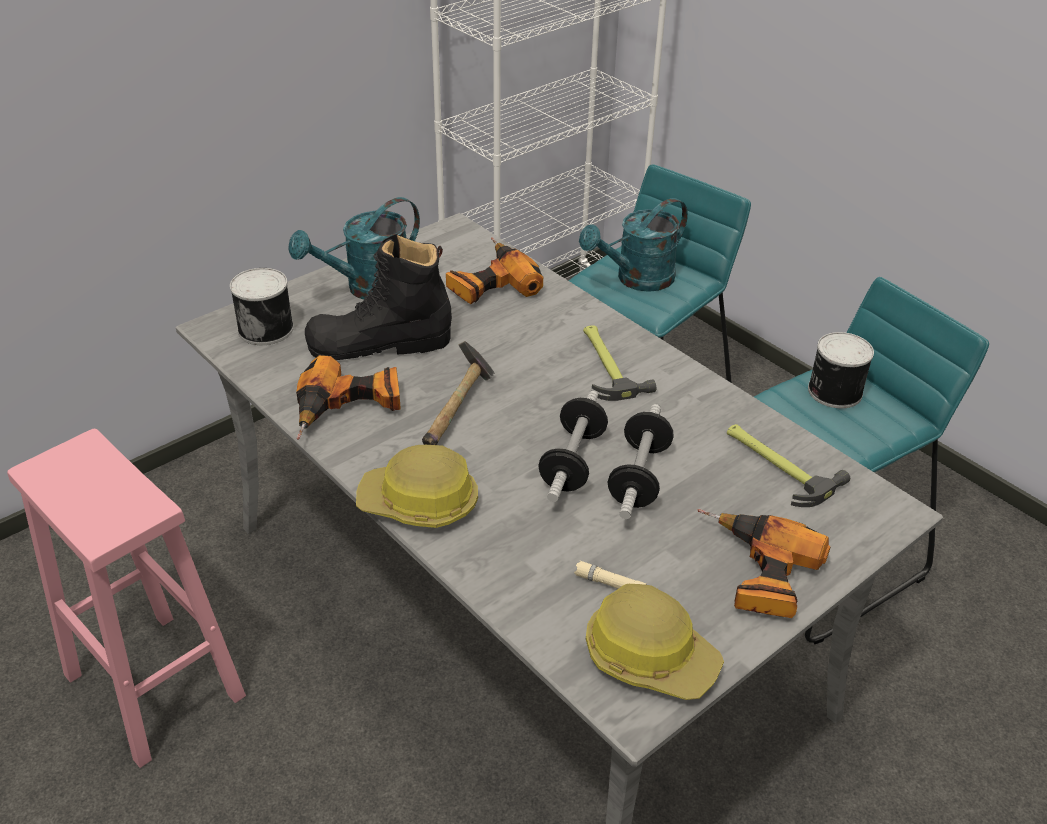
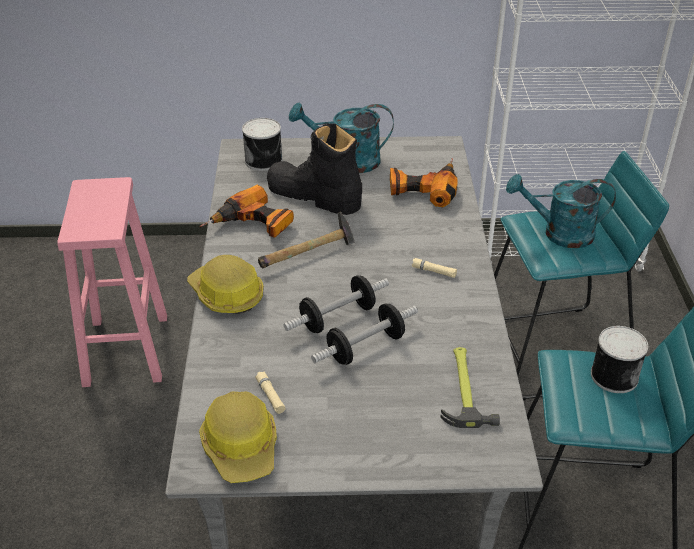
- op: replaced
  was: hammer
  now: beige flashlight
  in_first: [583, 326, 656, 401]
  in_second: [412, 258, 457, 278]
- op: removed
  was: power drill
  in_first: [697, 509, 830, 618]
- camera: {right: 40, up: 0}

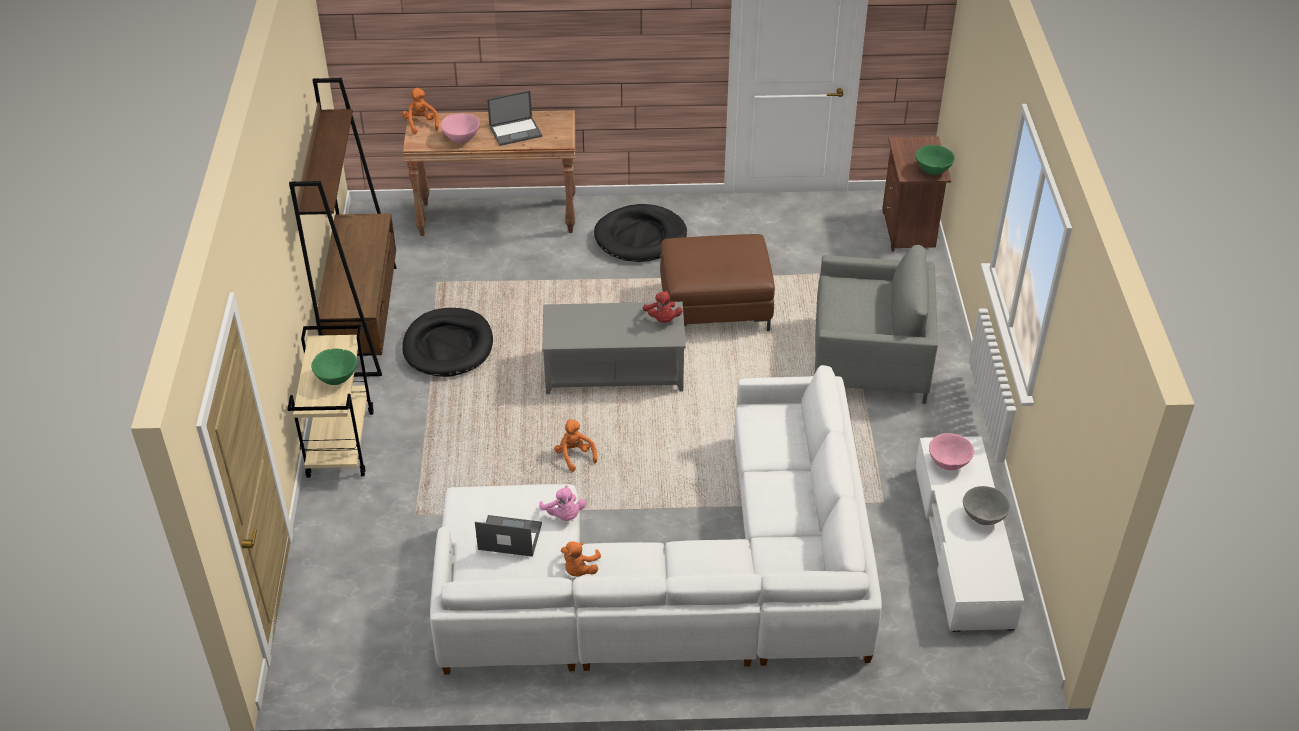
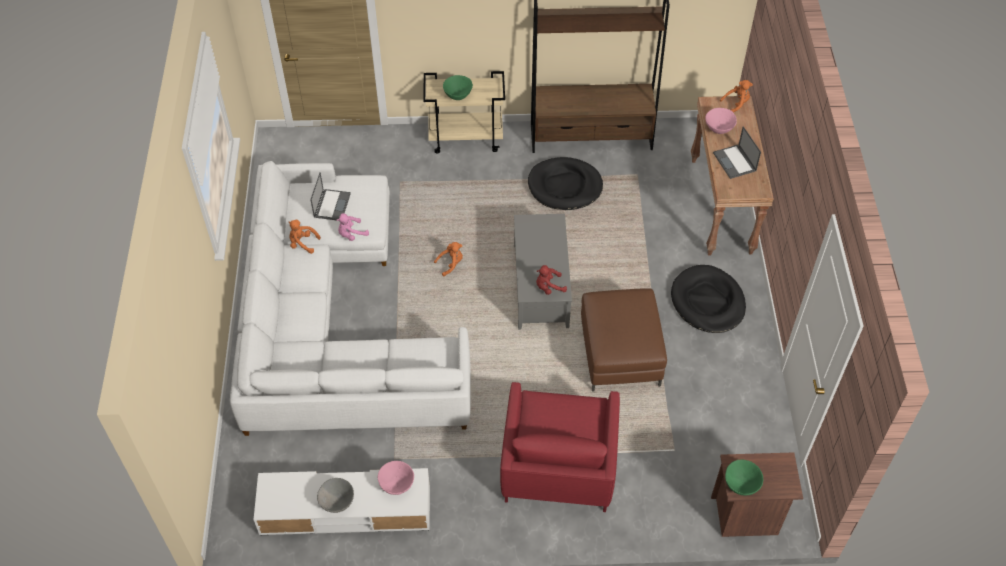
- op: recoloured
  was: grey armchair
  now: red armchair
  in_first: [815, 245, 938, 404]
  in_second: [500, 382, 620, 512]
- camera: {right: 90, up: 10}

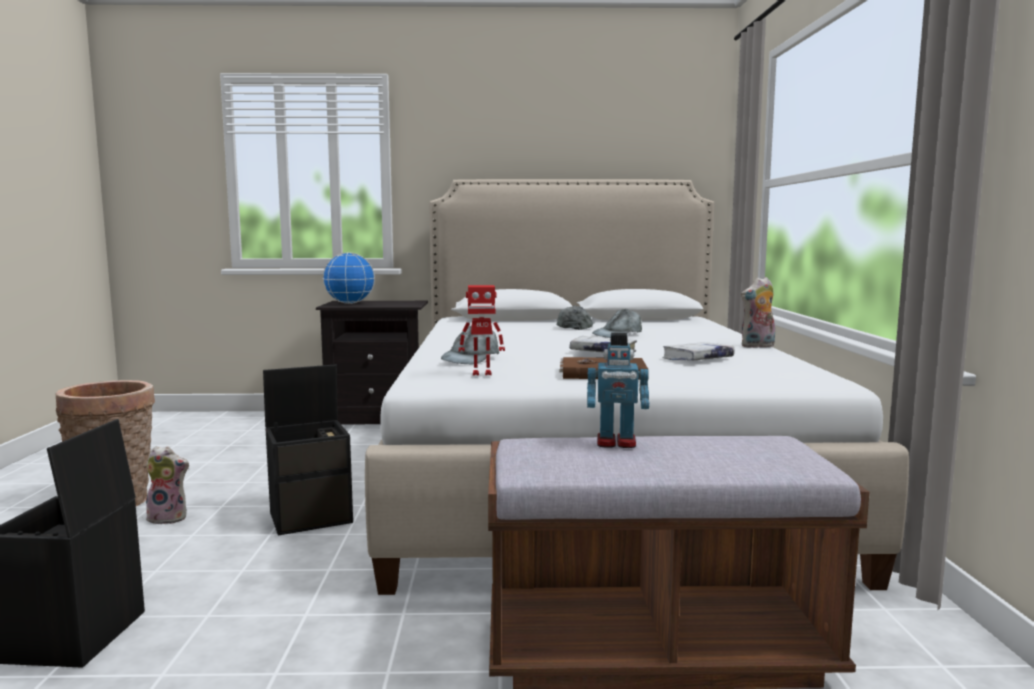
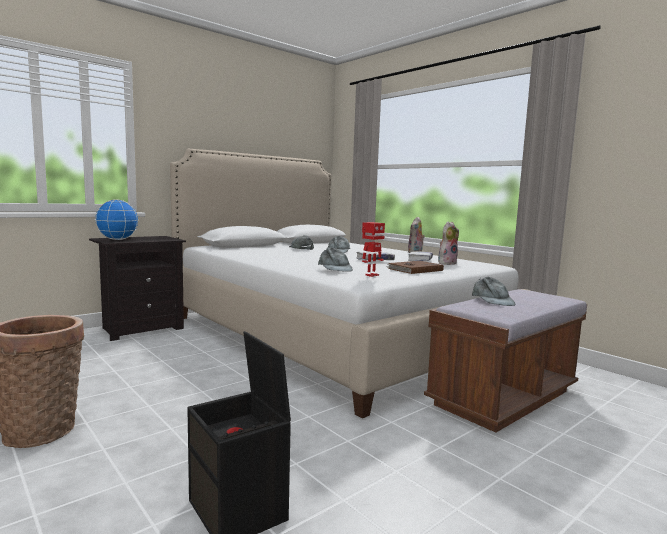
- op: moved
  was: plush toy
  in_first: [144, 446, 189, 525]
  in_second: [438, 222, 459, 265]
- op: replaced
  was: toy robot
  now: grey cap
  in_first: [587, 333, 650, 448]
  in_second: [472, 277, 516, 306]
- op: removed
  was: black storage box
  in_first: [263, 364, 353, 535]
- camera: {right: -40, up: 0}

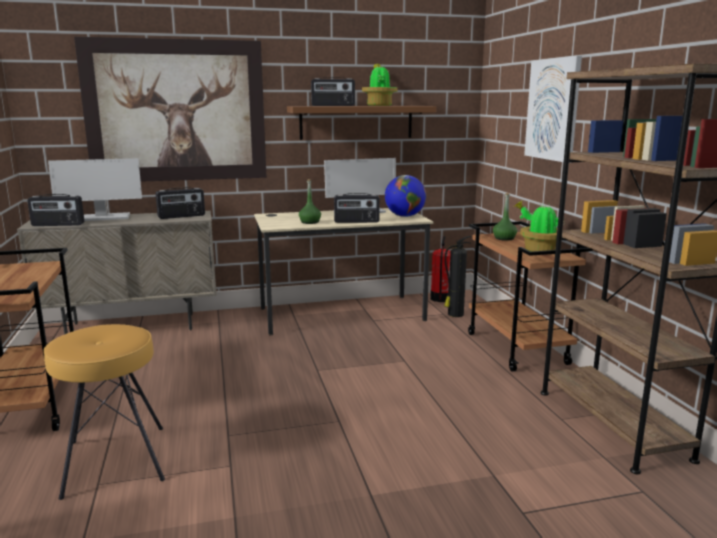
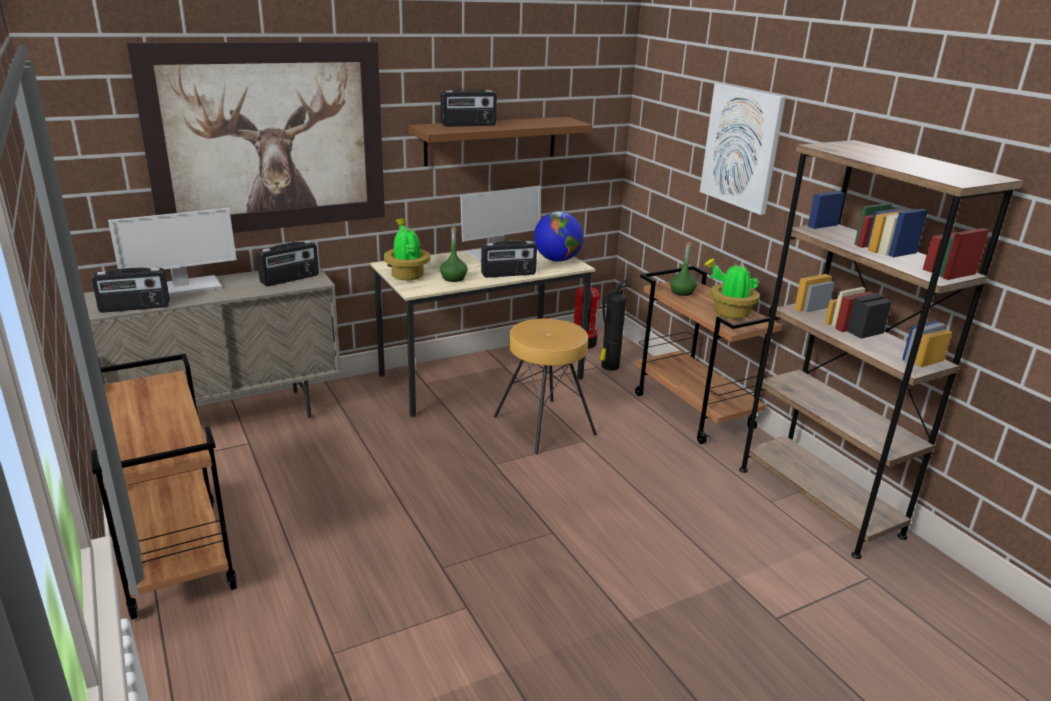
- op: moved
  was: potted plant
  in_first: [362, 64, 398, 106]
  in_second: [384, 218, 430, 280]
- op: moved
  was: brown stool
  in_first: [44, 324, 165, 500]
  in_second: [494, 318, 597, 454]
- camera: {right: -15, up: 10}

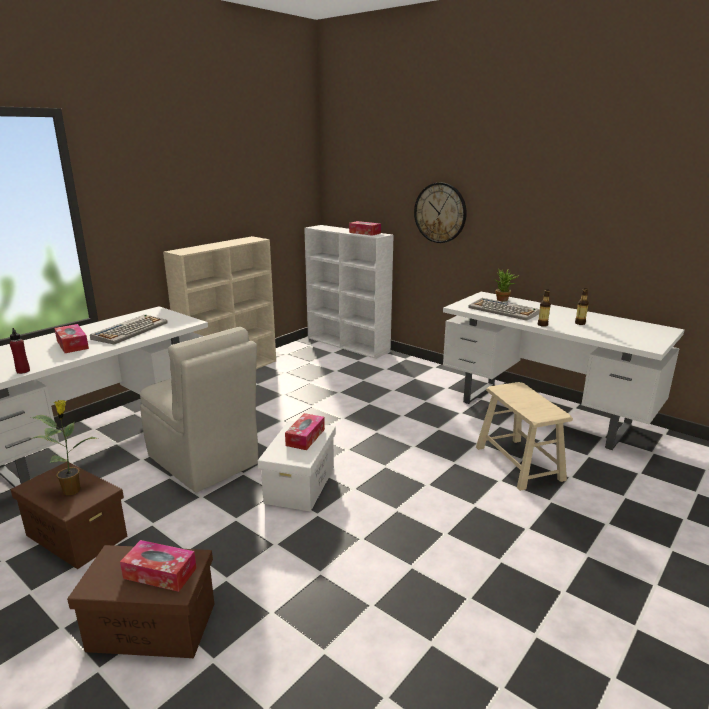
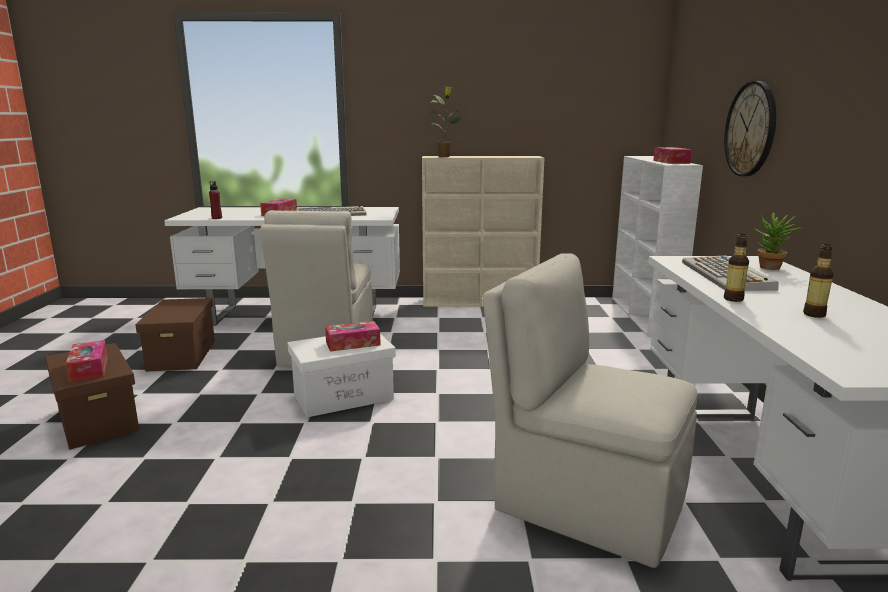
- op: moved
  was: potted plant
  in_first: [29, 400, 96, 495]
  in_second: [430, 86, 464, 157]
- op: replaced
  was: beige stool
  now: beige chair
  in_first: [476, 382, 573, 491]
  in_second: [483, 253, 698, 568]
- camera: {right: 50, up: -5}

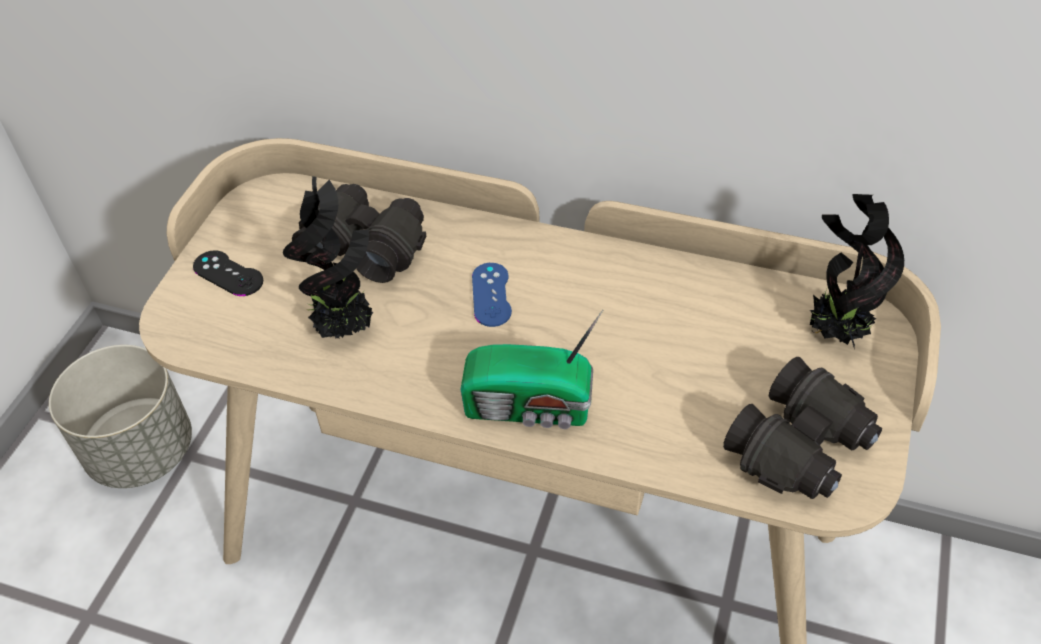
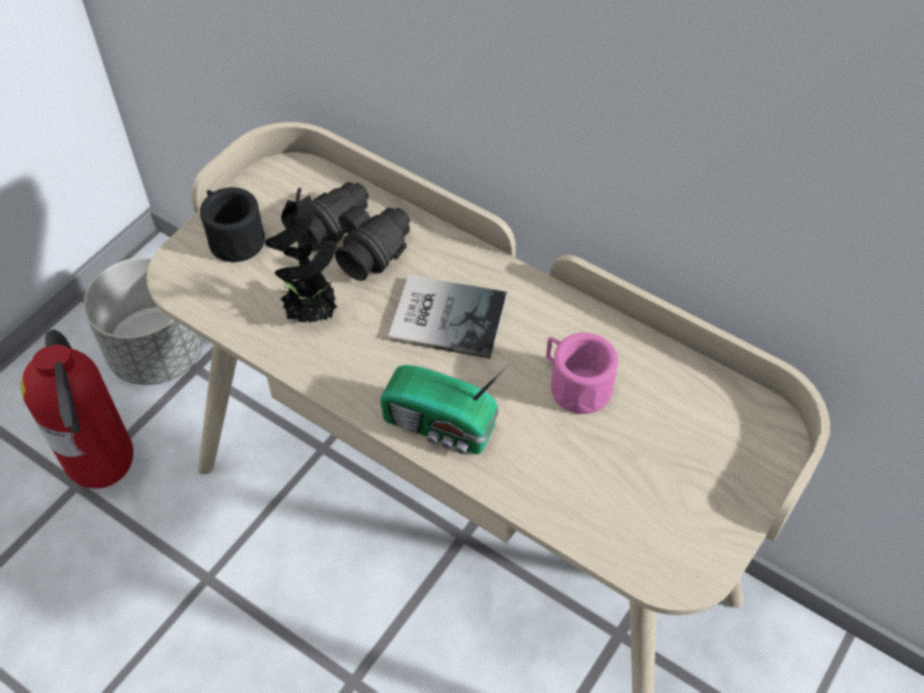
- op: added
  now: fire extinguisher
  in_second: [21, 330, 133, 489]
- op: replaced
  was: black game controller
  now: black mug
  in_first: [193, 250, 263, 296]
  in_second: [200, 187, 265, 262]
- op: replaced
  was: blue game controller
  now: book
  in_first: [472, 263, 512, 327]
  in_second: [388, 275, 507, 359]
- op: added
  now: pink mug
  in_second: [546, 333, 618, 414]
- op: removed
  was: black binoculars
  in_first: [723, 357, 882, 499]
- op: removed
  was: potted plant
  in_first: [810, 194, 904, 348]
- camera: {right: 15, up: 5}

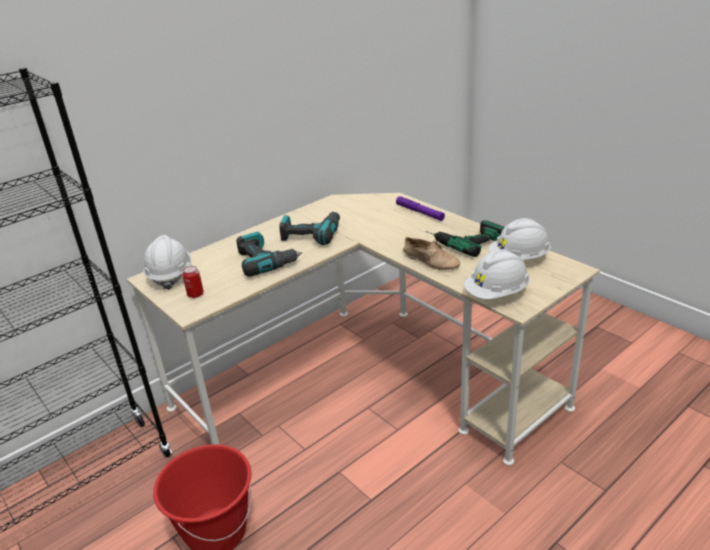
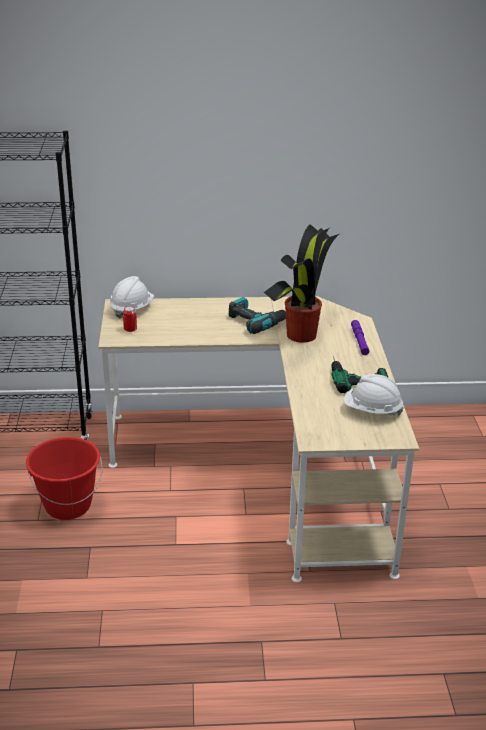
- op: added
  now: potted plant
  in_second: [264, 224, 339, 343]
- op: removed
  was: power drill
  in_first: [237, 232, 302, 277]
- op: removed
  was: beige shoe
  in_first: [403, 236, 460, 270]
- op: removed
  was: white hard hat
  in_first: [464, 249, 530, 299]
- camera: {right: 35, up: 0}

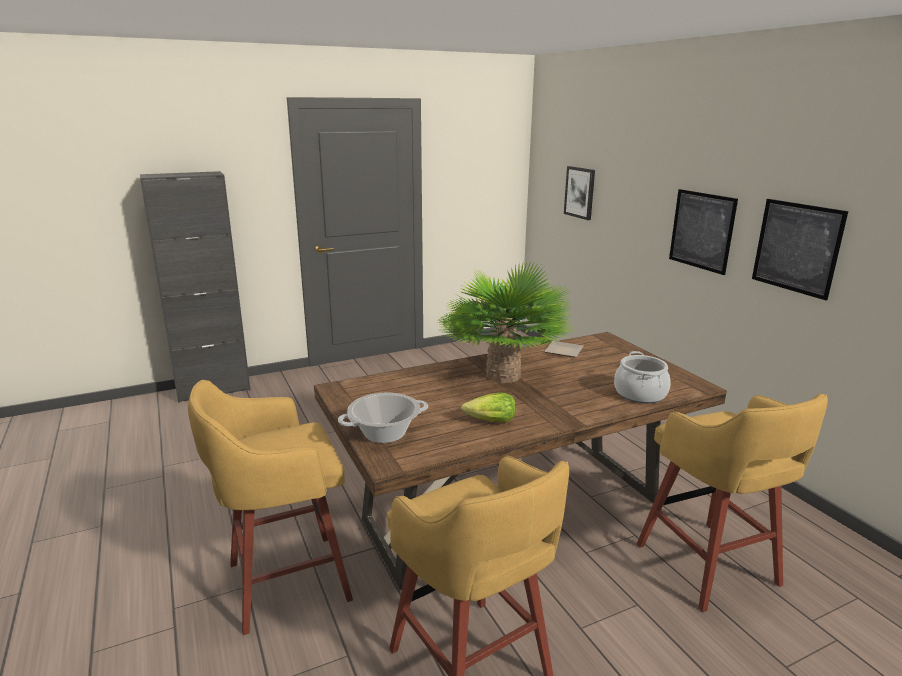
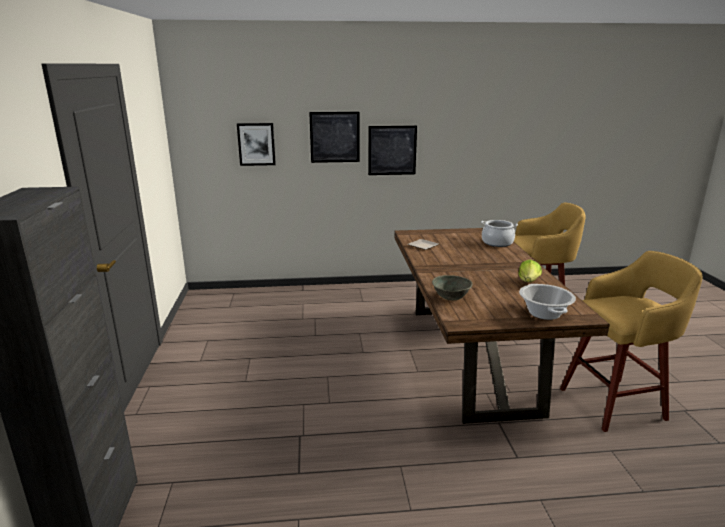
- op: moved
  was: picture
  in_first: [752, 199, 848, 300]
  in_second: [309, 112, 360, 163]
- op: added
  now: grey bowl
  in_second: [432, 275, 472, 300]
- op: removed
  was: yellow stool
  in_first: [188, 380, 353, 635]
- op: removed
  was: potted plant
  in_first: [438, 261, 576, 383]
- camera: {right: -70, up: 0}

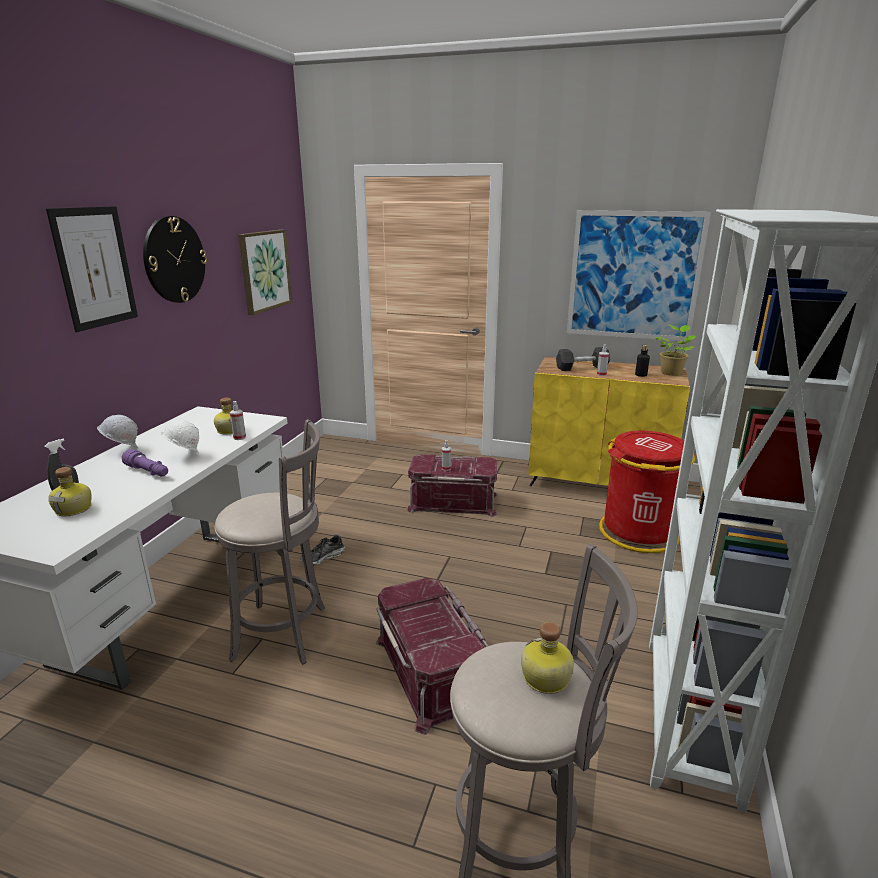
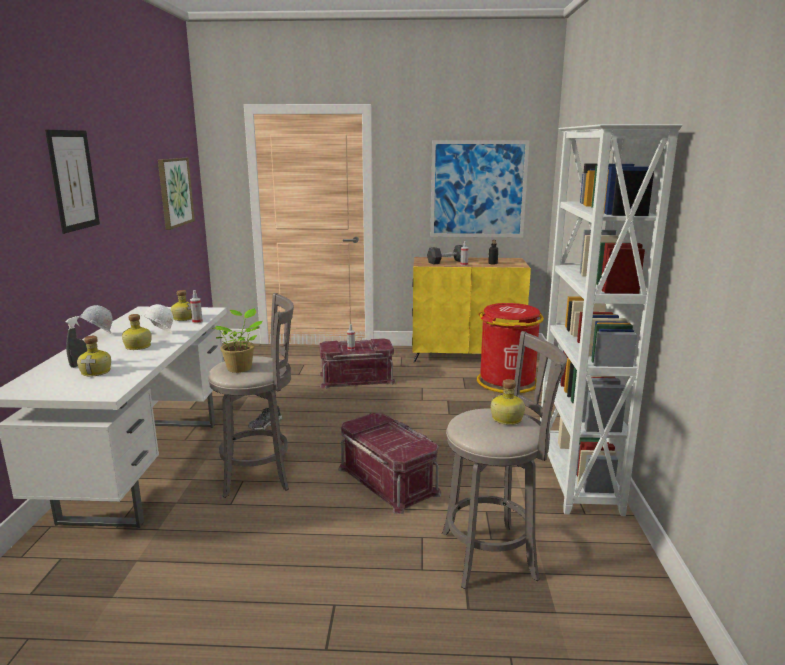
- op: replaced
  was: purple flashlight
  now: bottle
  in_first: [122, 449, 168, 476]
  in_second: [122, 314, 152, 350]
- op: moved
  was: potted plant
  in_first: [655, 325, 696, 376]
  in_second: [211, 308, 263, 373]
- op: removed
  was: wall clock
  in_first: [143, 216, 207, 303]
- camera: {right: -15, up: -5}

